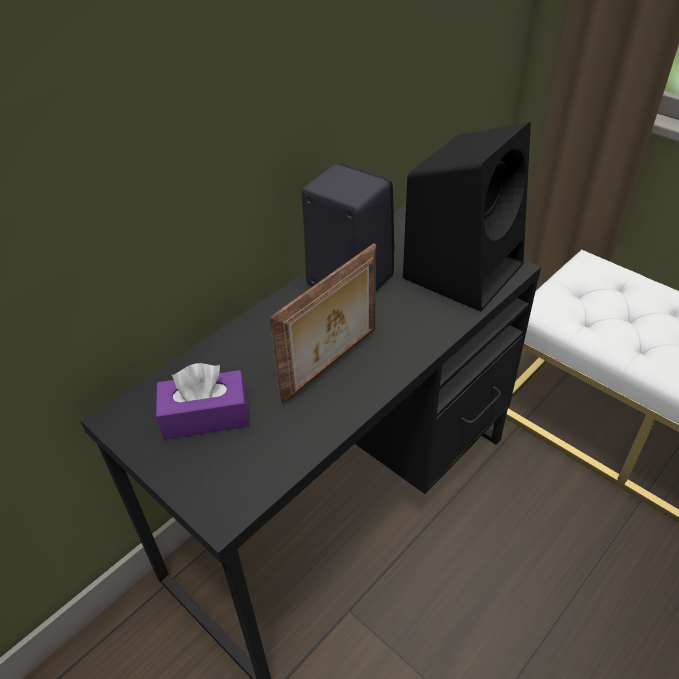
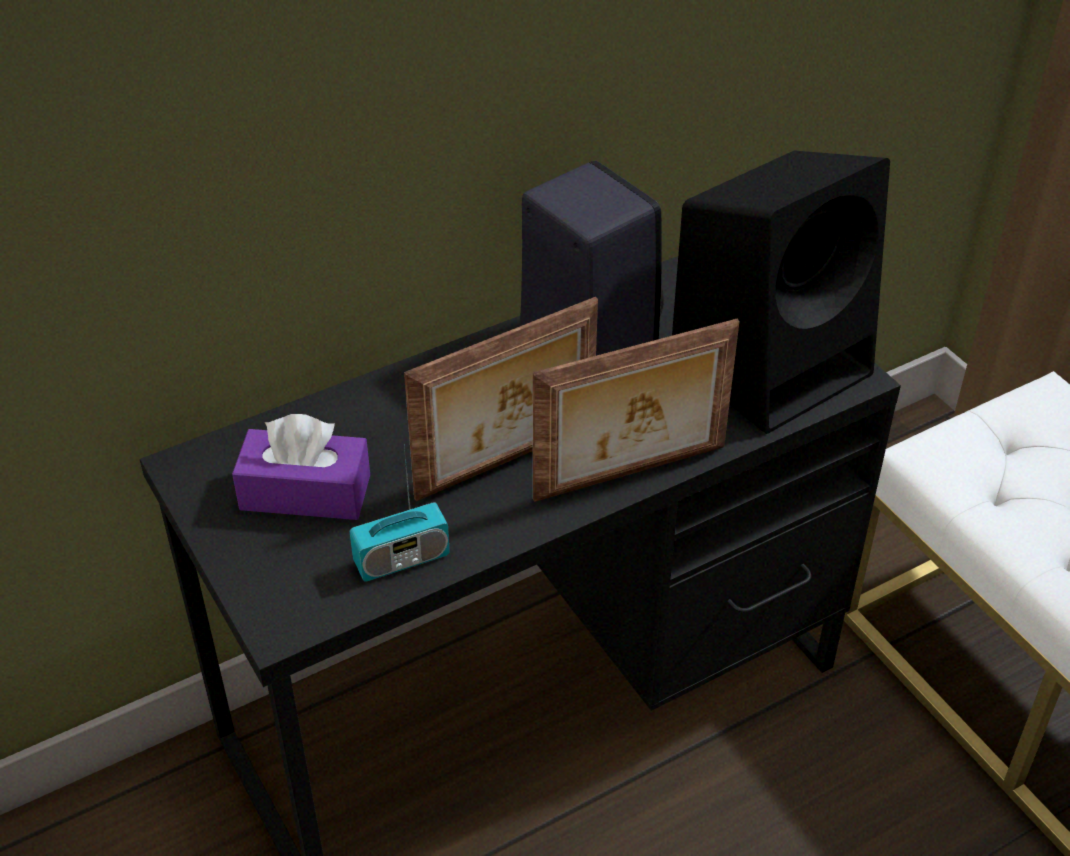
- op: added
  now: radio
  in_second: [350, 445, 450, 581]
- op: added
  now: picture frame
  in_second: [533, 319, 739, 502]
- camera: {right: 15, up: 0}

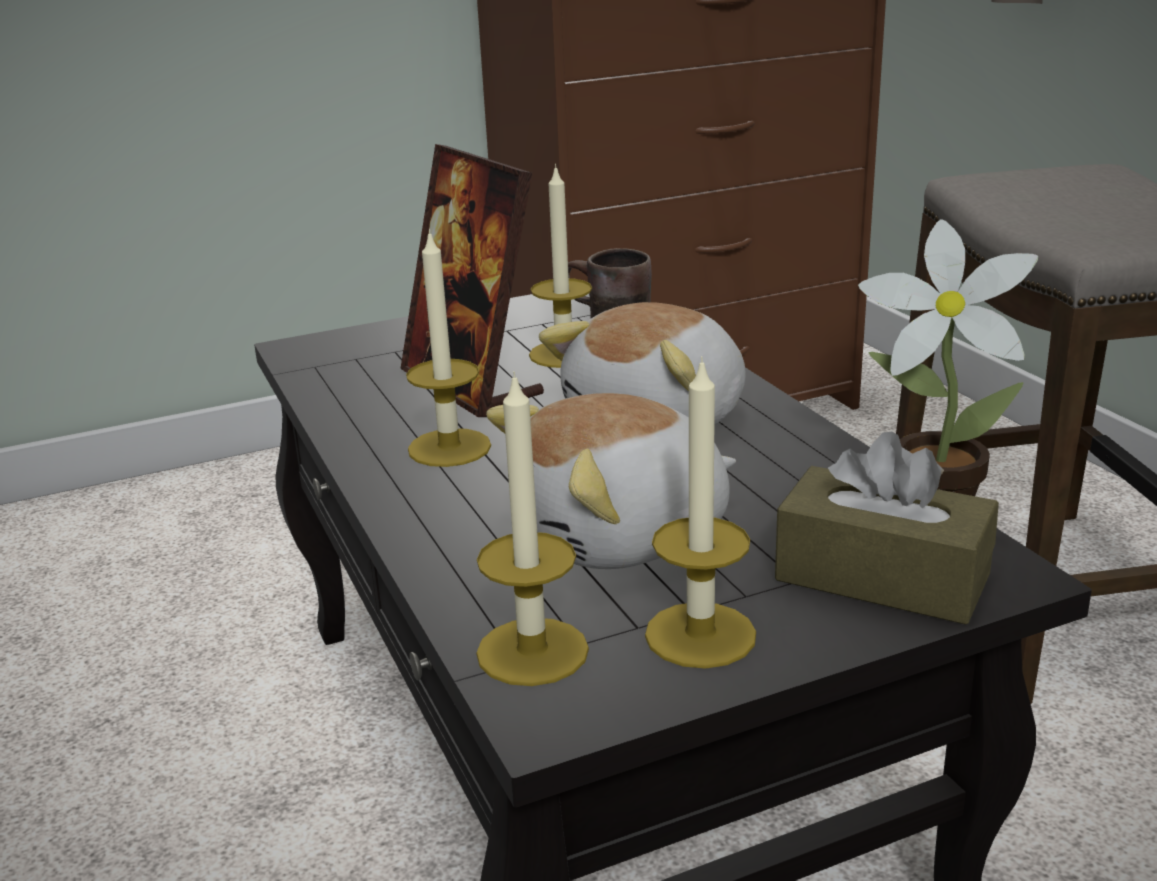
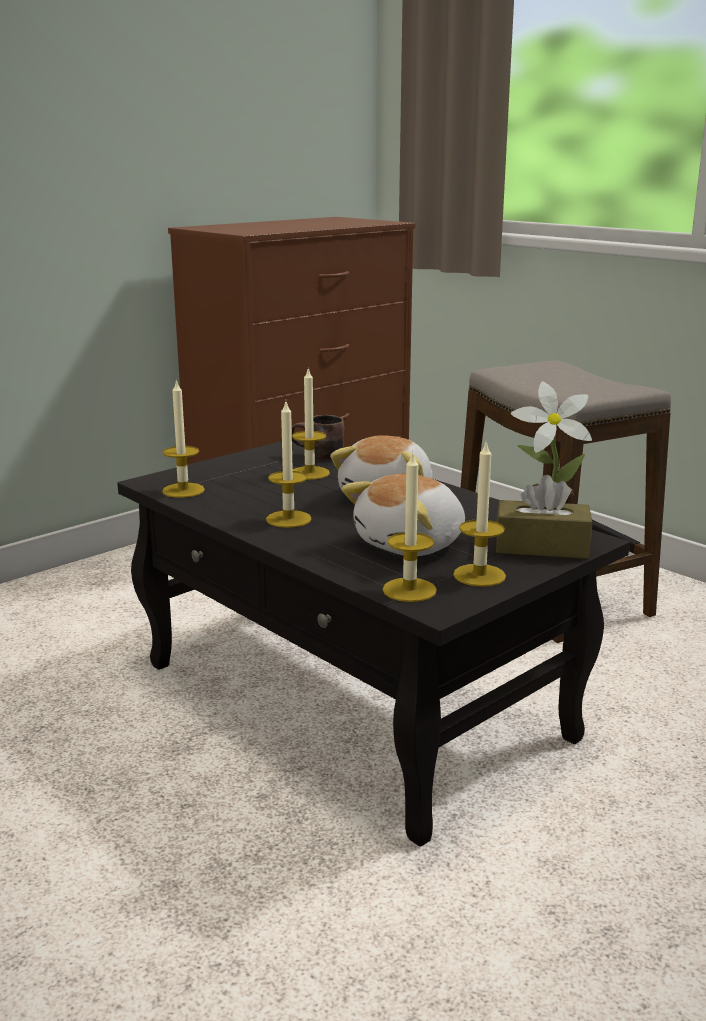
- op: added
  now: candle
  in_second: [162, 379, 205, 498]
- op: removed
  was: picture frame
  in_first: [401, 144, 544, 417]
- camera: {right: -20, up: -5}

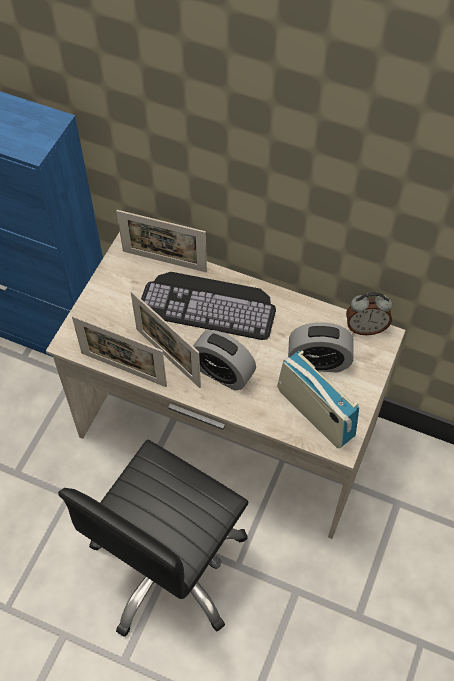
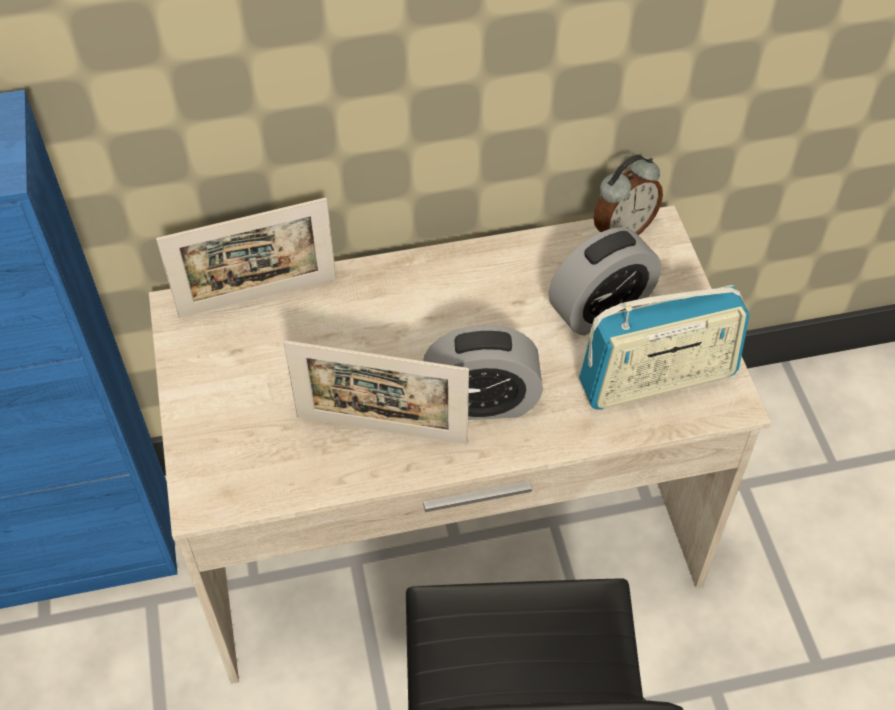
- op: turned
  was: radio
  in_first: [277, 351, 359, 448]
  in_second: [579, 285, 750, 410]
  clockwise: 150
- op: removed
  was: picture frame
  in_first: [72, 315, 167, 387]
- op: removed
  was: keyboard
  in_first: [141, 272, 276, 340]
- camera: {right: -35, up: -5}

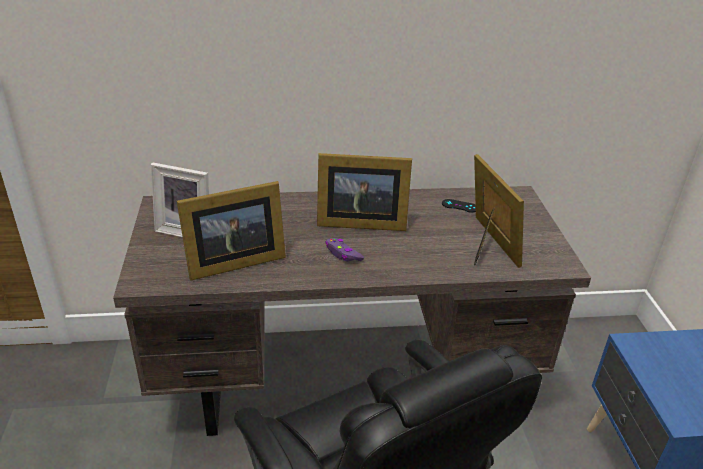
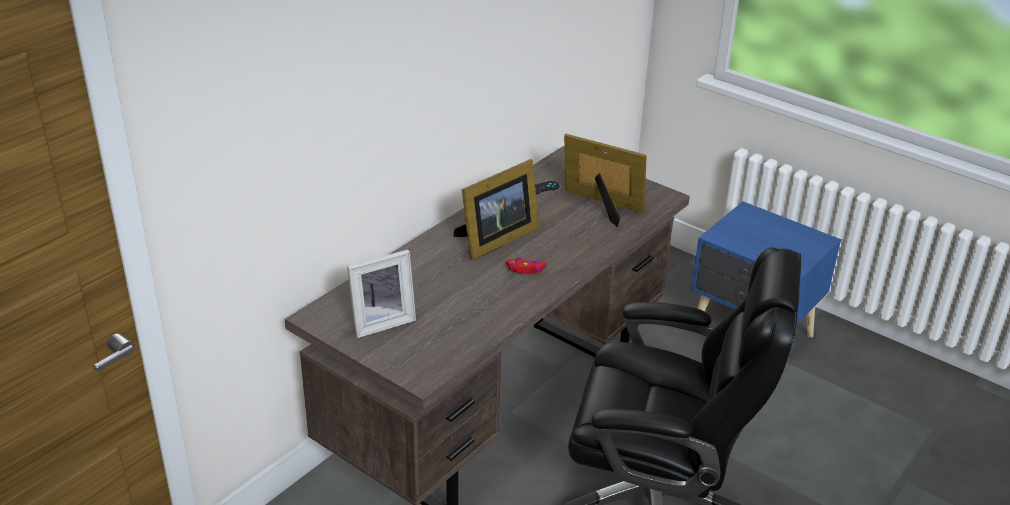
- op: recoloured
  was: purple game controller
  now: red game controller
  in_first: [325, 238, 364, 261]
  in_second: [506, 257, 547, 274]
- op: removed
  was: picture frame
  in_first: [177, 181, 286, 281]
- camera: {right: -45, up: 0}

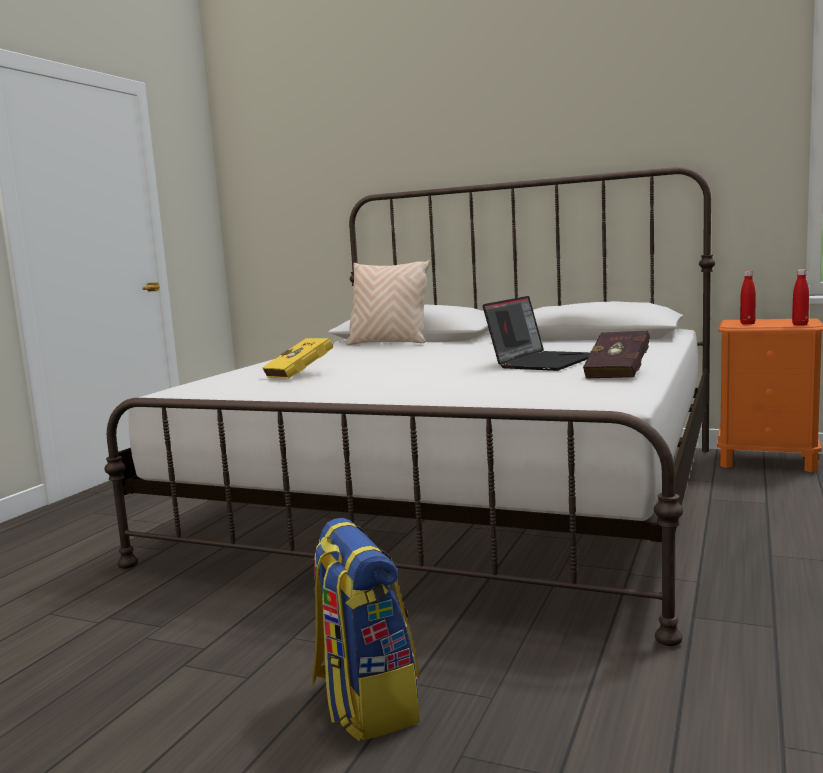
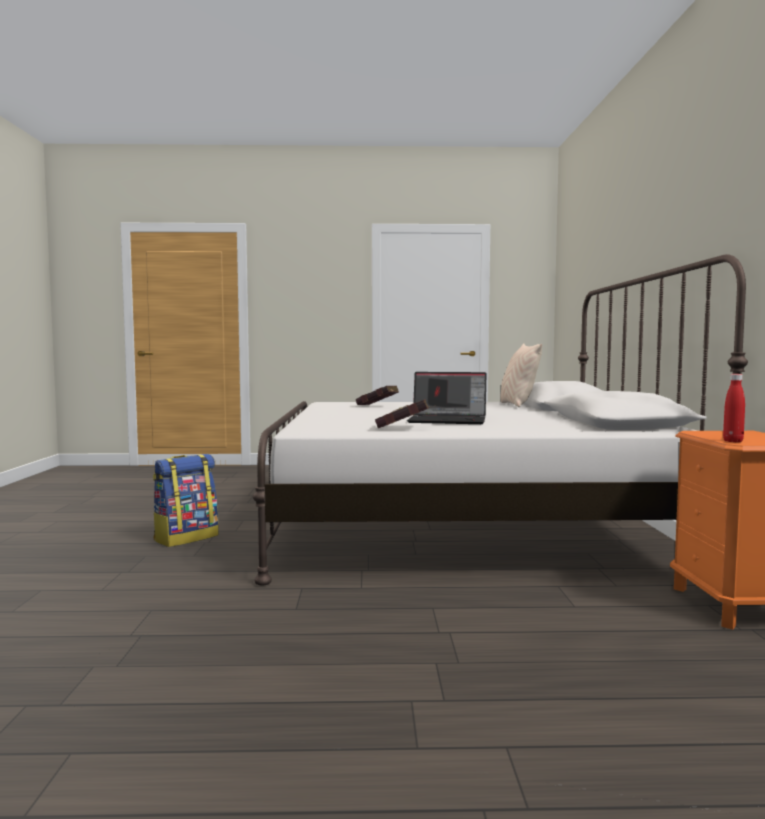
- op: recoloured
  was: yellow book
  now: red book
  in_first: [262, 338, 334, 379]
  in_second: [356, 386, 399, 405]
- op: removed
  was: red bottle
  in_first: [740, 271, 756, 325]
- camera: {right: 65, up: -5}

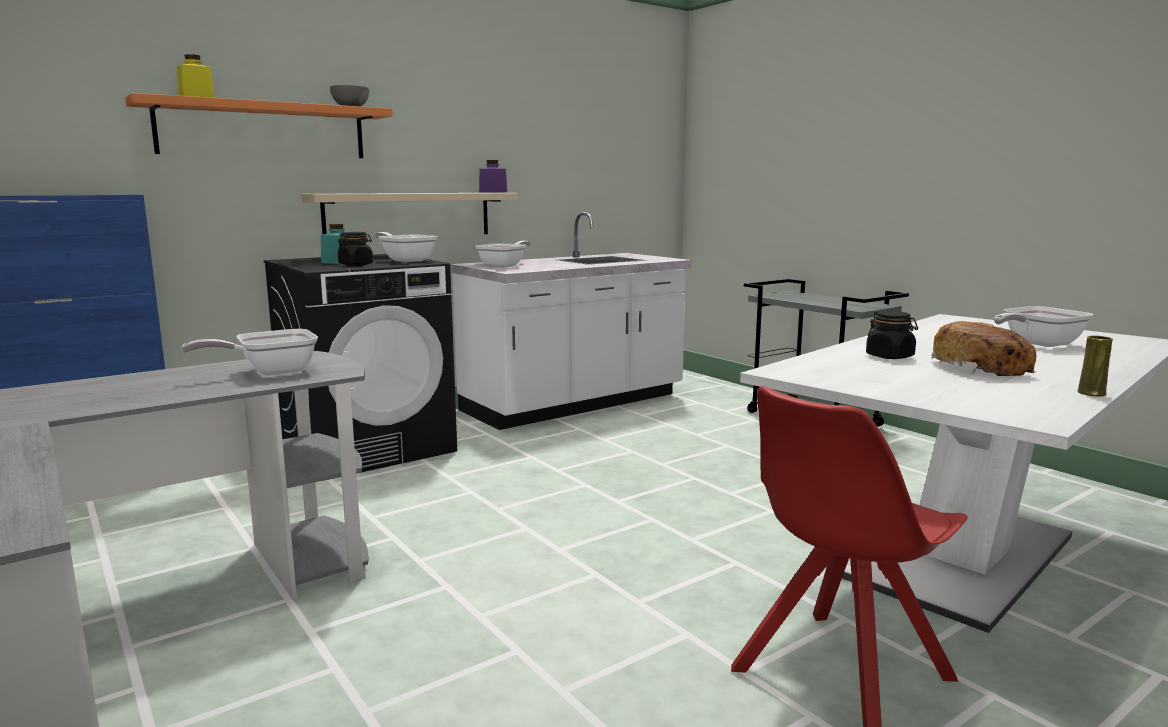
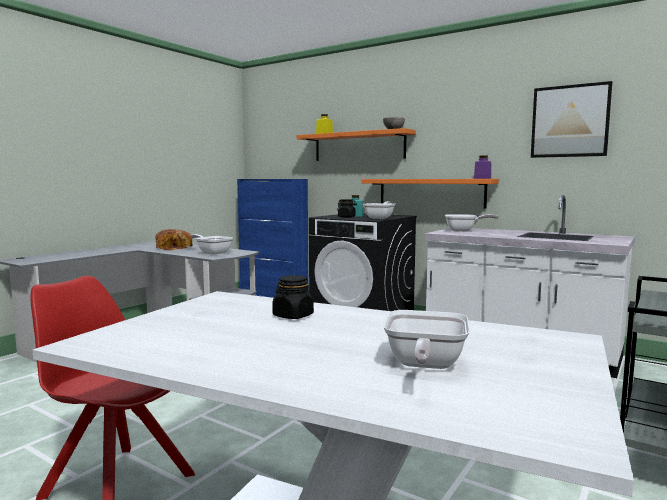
- op: moved
  was: bread
  in_first: [931, 321, 1036, 376]
  in_second: [156, 229, 192, 250]
- op: recoloured
  was: beige shelf
  now: orange shelf
  in_first: [302, 193, 518, 235]
  in_second: [361, 179, 499, 209]
- op: turned
  was: frying pan
  in_first: [994, 306, 1093, 347]
  in_second: [383, 310, 470, 369]
  clockwise: -120
- op: added
  now: picture
  in_second: [531, 81, 612, 158]
- op: removed
  was: yellow vase
  in_first: [1077, 335, 1113, 396]
- camera: {right: 70, up: -5}

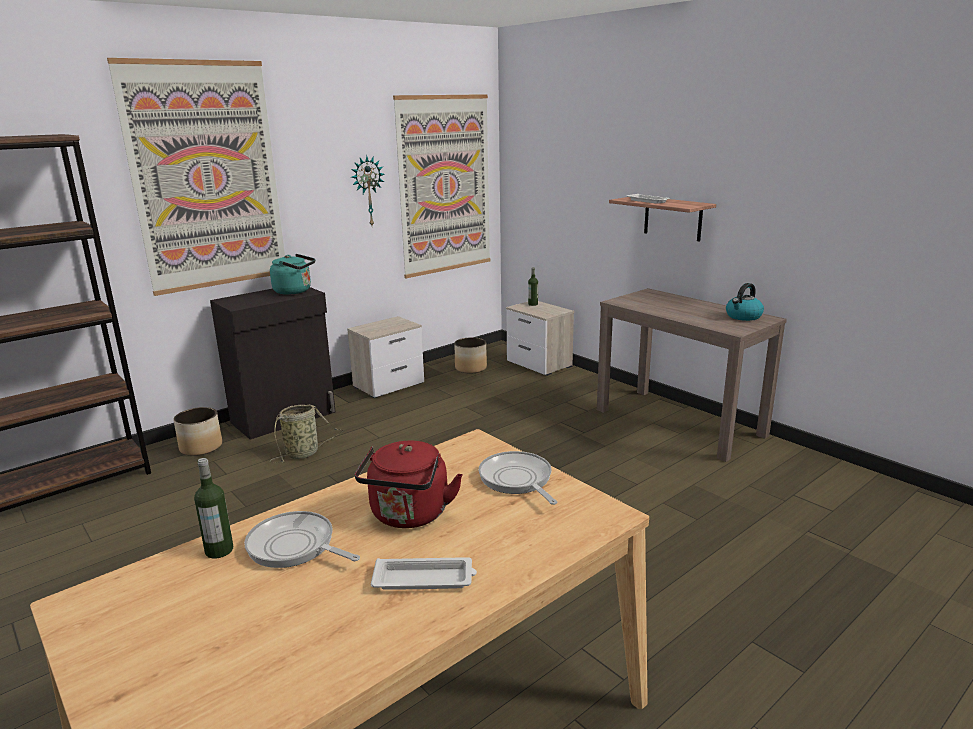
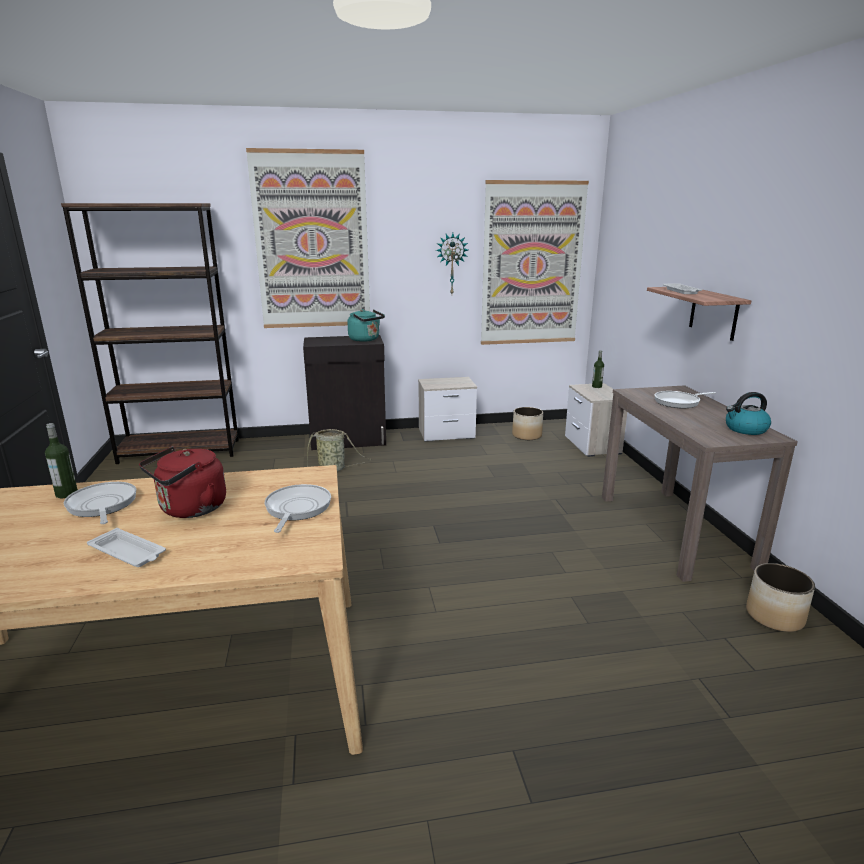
- op: added
  now: frying pan
  in_second: [654, 391, 716, 408]
- op: moved
  was: planter
  in_first: [173, 407, 222, 456]
  in_second: [746, 563, 815, 632]
- camera: {right: 30, up: 0}

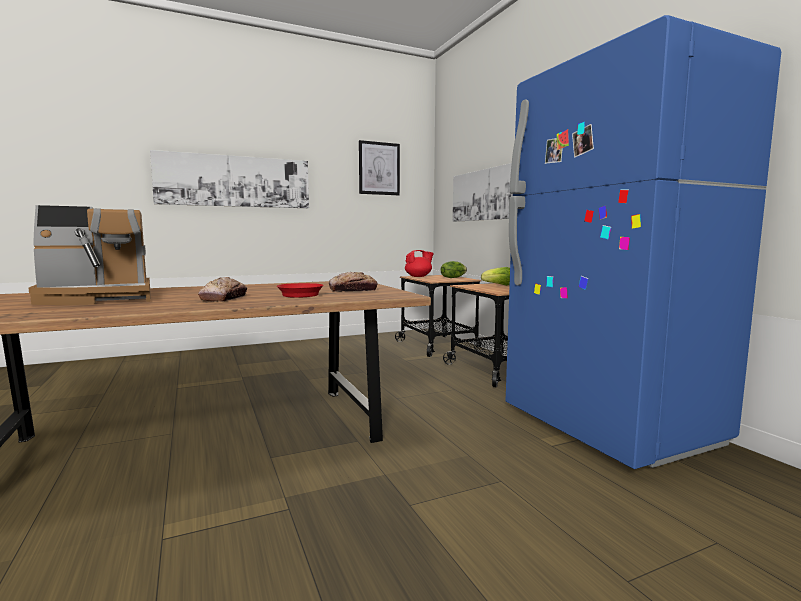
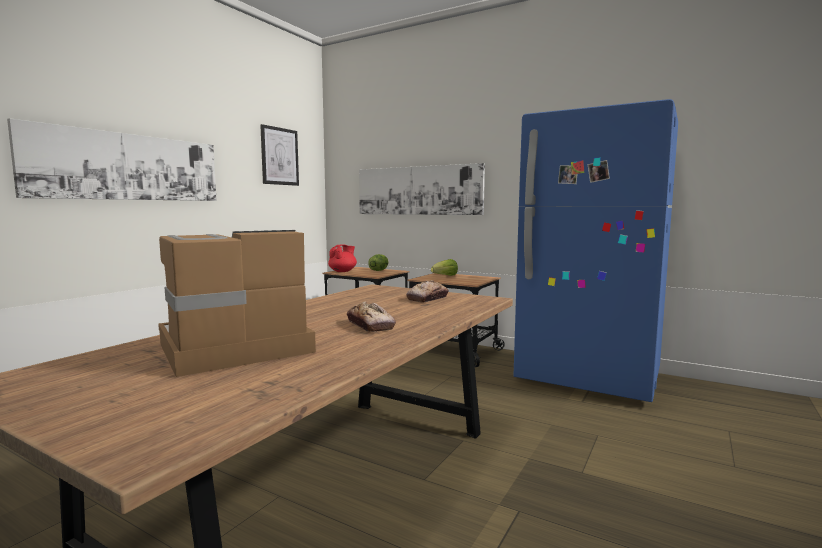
- op: turned
  was: coffee machine
  in_first: [29, 205, 150, 305]
  in_second: [158, 230, 316, 377]
  clockwise: -150
- op: removed
  was: red frying pan
  in_first: [277, 283, 324, 298]
- camera: {right: -35, up: 0}

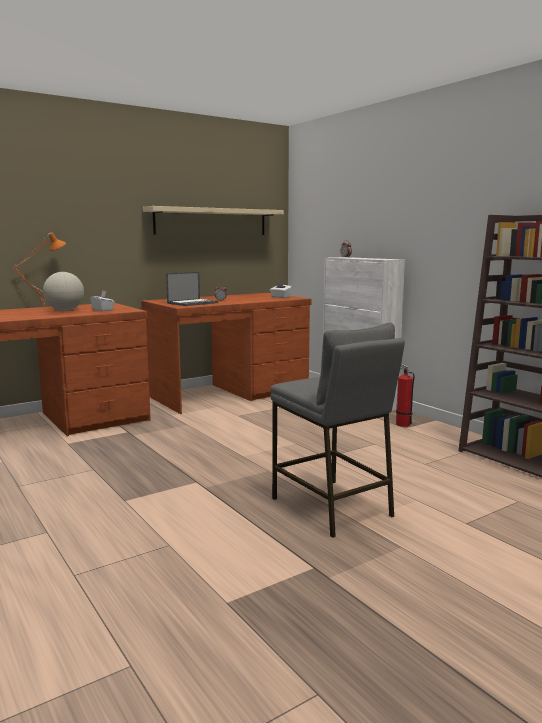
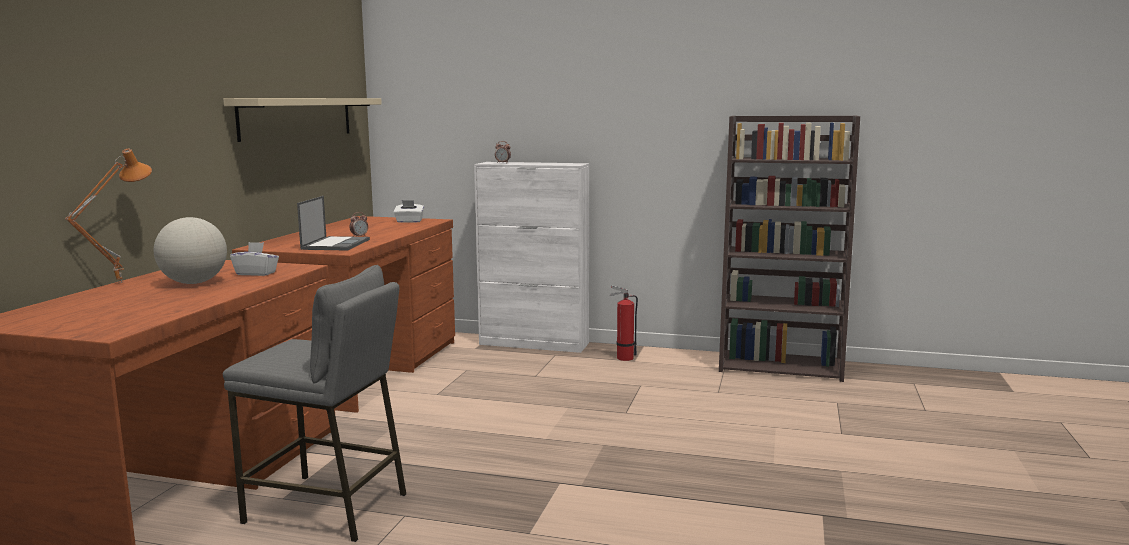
- op: moved
  was: grey stool
  in_first: [270, 323, 405, 538]
  in_second: [223, 265, 406, 542]
- camera: {right: -40, up: 0}

